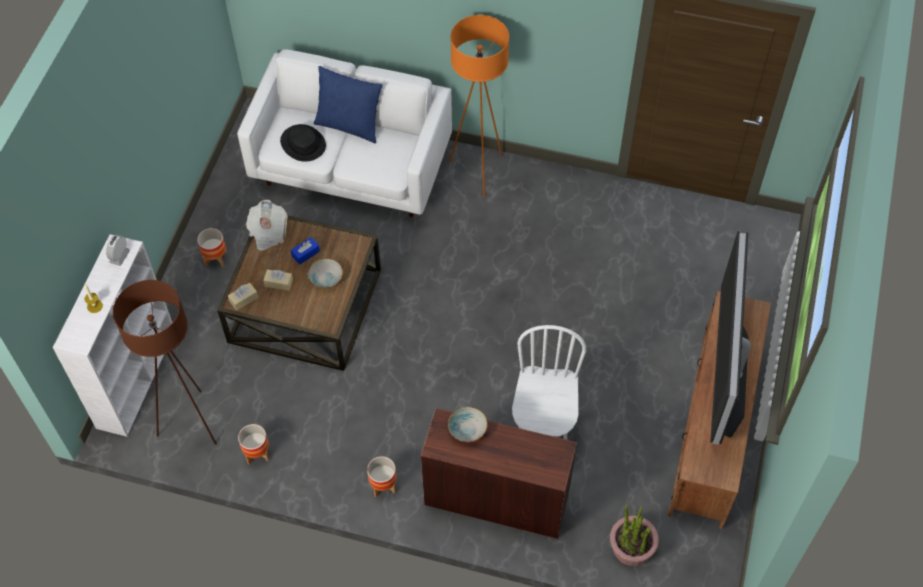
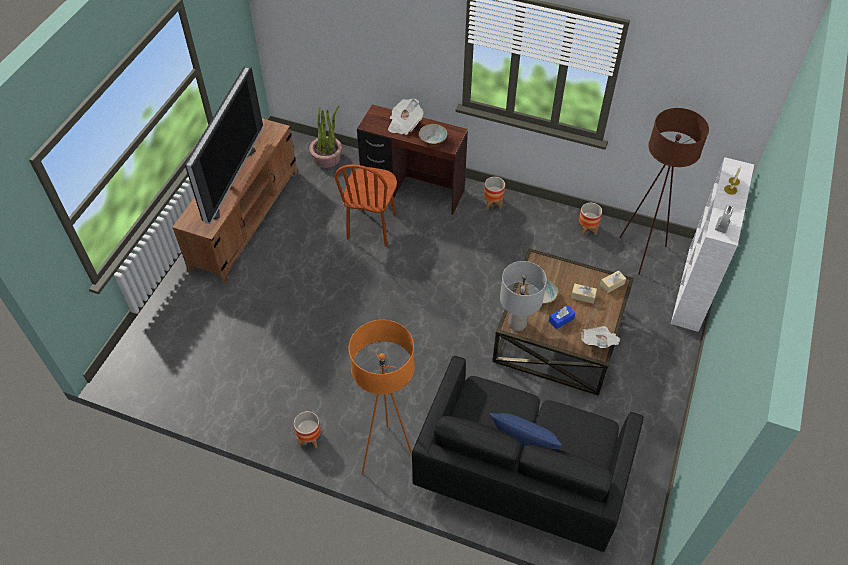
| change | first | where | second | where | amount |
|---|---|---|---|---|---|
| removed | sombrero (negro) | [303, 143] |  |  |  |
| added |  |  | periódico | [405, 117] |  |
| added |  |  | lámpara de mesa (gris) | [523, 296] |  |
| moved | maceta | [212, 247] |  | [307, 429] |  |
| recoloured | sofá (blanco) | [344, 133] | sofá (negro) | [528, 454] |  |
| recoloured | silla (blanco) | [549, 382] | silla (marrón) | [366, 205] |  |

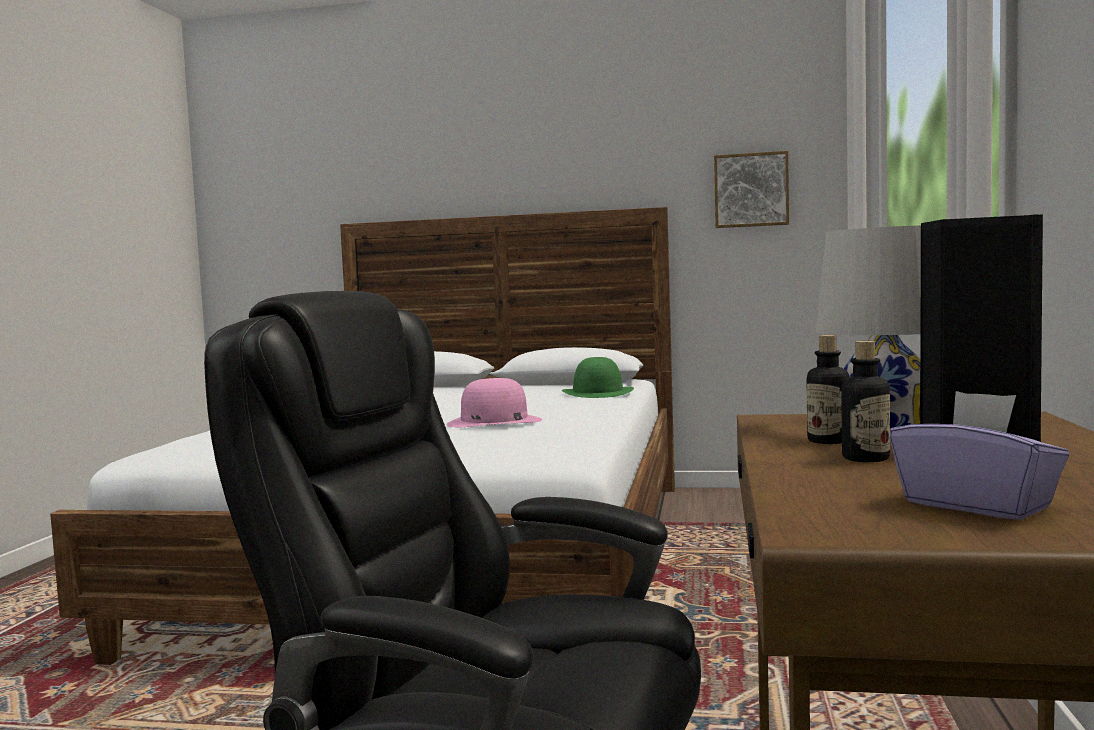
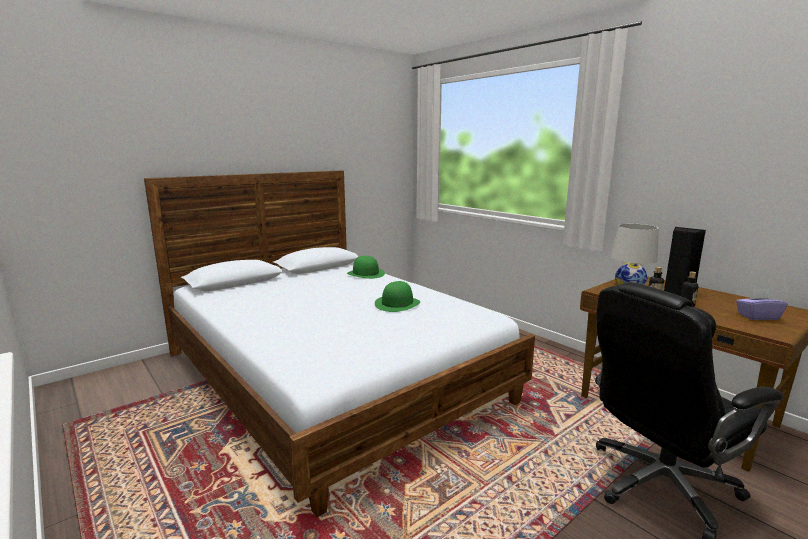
| change | first | where | second | where | amount |
|---|---|---|---|---|---|
| removed | cuadro | [751, 189] |  |  |  |
| recoloured | sombrero (rosa) | [494, 402] | sombrero (verde) | [397, 296] |  |

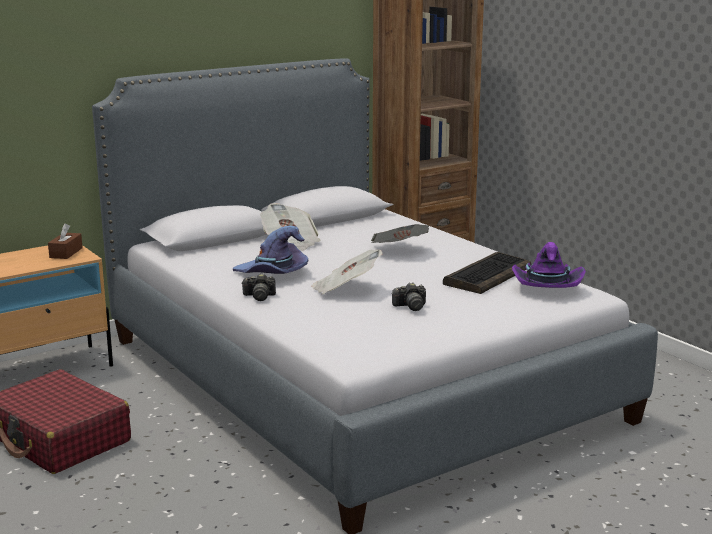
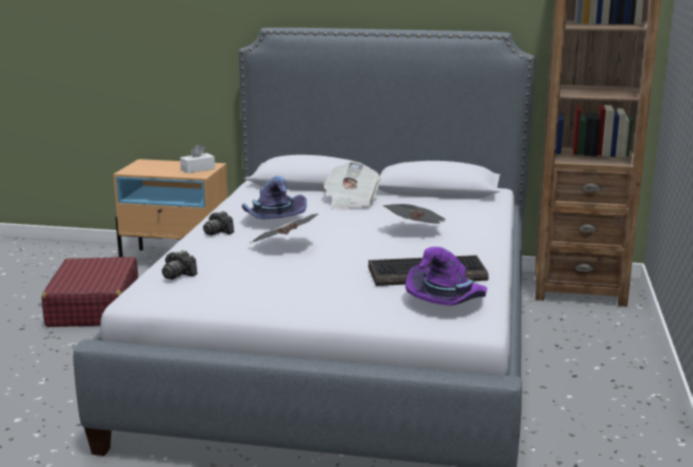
| change | first | where | second | where | amount |
|---|---|---|---|---|---|
| moved | cámara | [409, 296] |  | [180, 265] |  |
| recoloured | caja de pañuelos (marrón) | [65, 241] | caja de pañuelos (blanco) | [197, 158] |  |

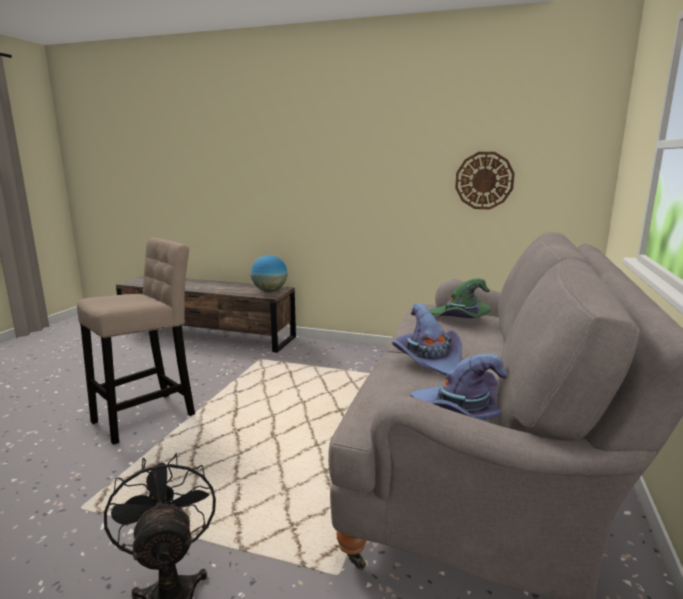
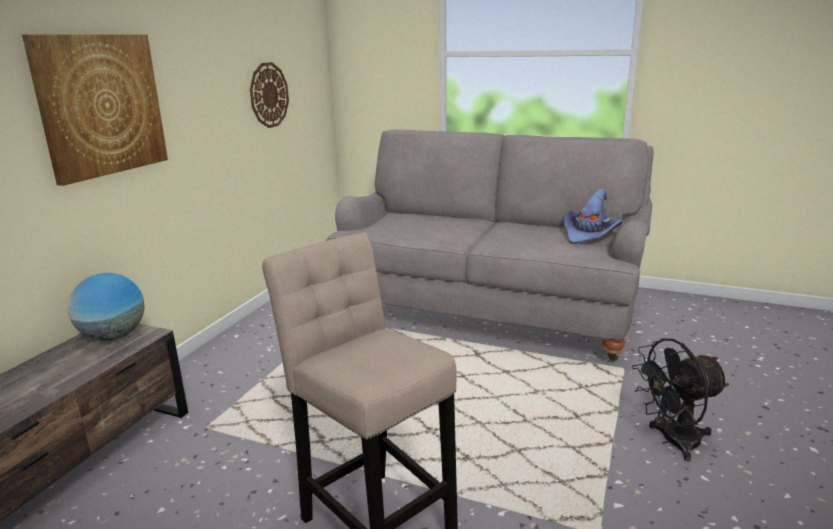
| change | first | where | second | where | amount |
|---|---|---|---|---|---|
| removed | sombrero (morado) | [427, 339] |  |  |  |
| removed | sombrero (verde) | [459, 298] |  |  |  |
| added |  |  | cuadro | [95, 110] |  |

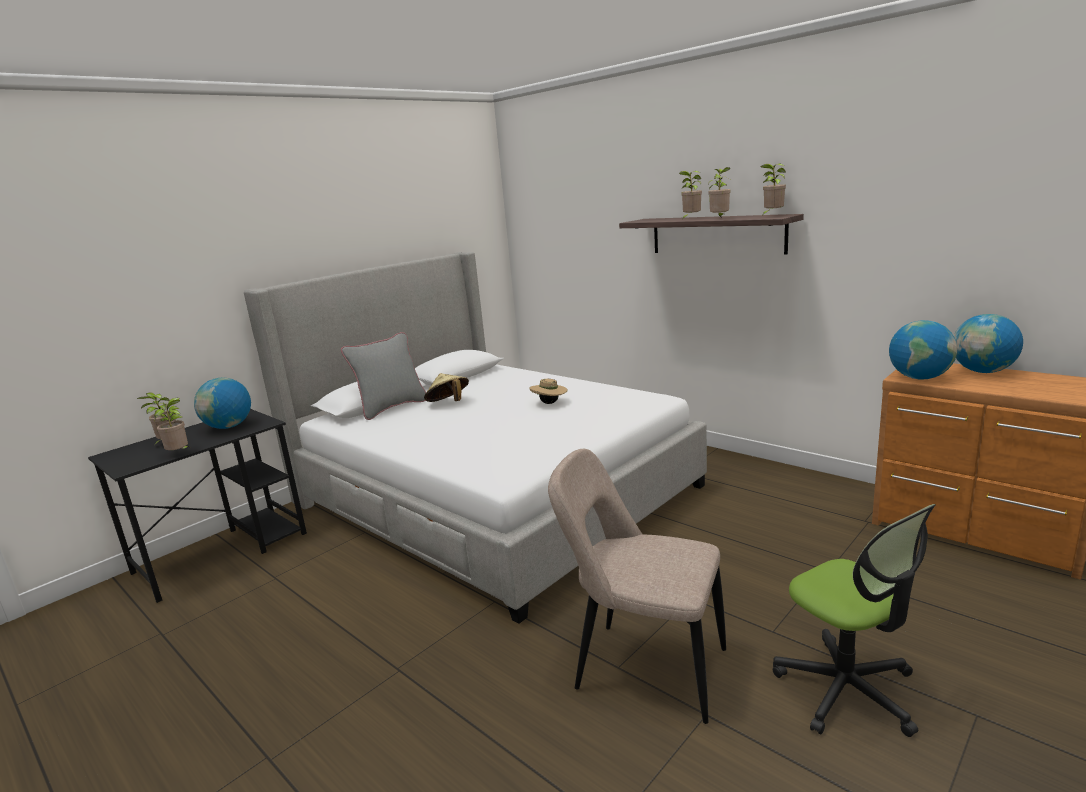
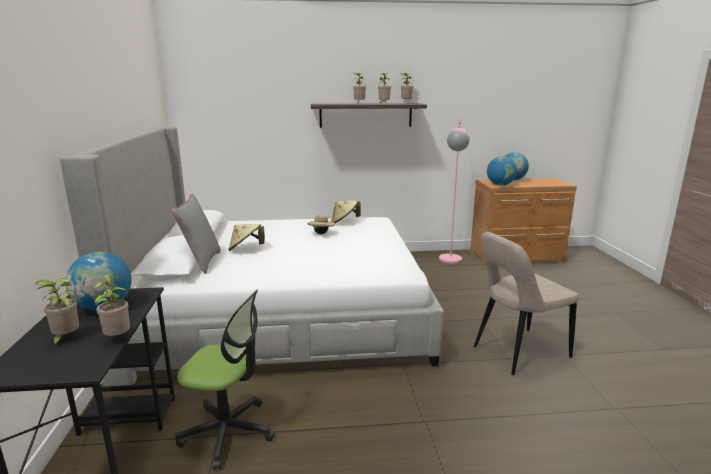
| change | first | where | second | where | amount |
|---|---|---|---|---|---|
| added |  |  | sombrero (beis) | [346, 211] |  |
| added |  |  | lámpara de pie (rosa) | [454, 191] |  |
| moved | silla de oficina | [854, 620] |  | [225, 379] |  |

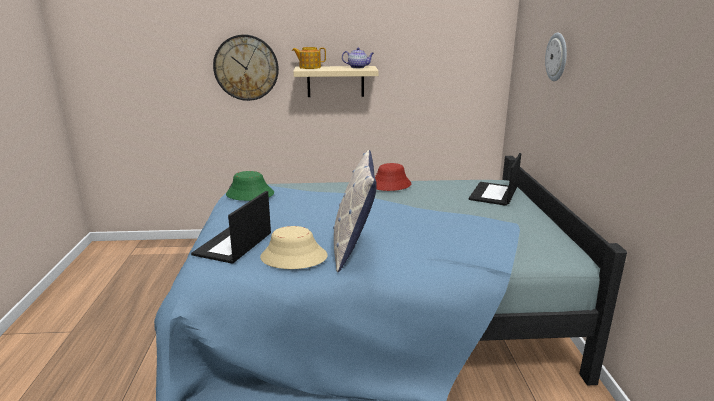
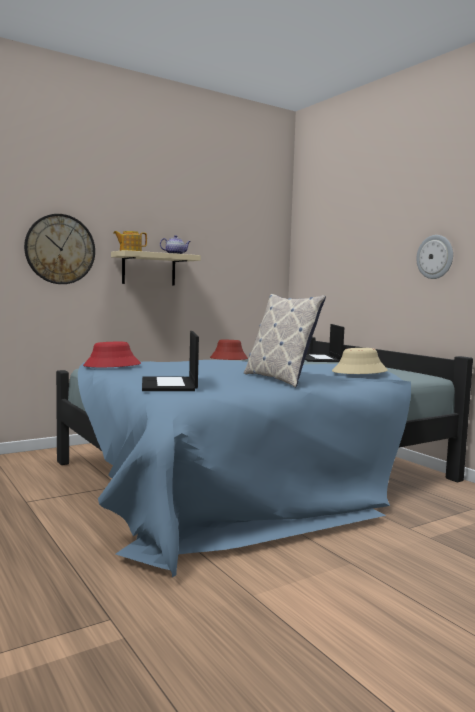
| change | first | where | second | where | amount |
|---|---|---|---|---|---|
| moved | sombrero (beis) | [294, 247] |  | [360, 361] |  |
| moved | reloj de pared | [556, 56] |  | [434, 257] |  |
| recoloured | sombrero (verde) | [250, 186] | sombrero (rojo) | [112, 354] |  |

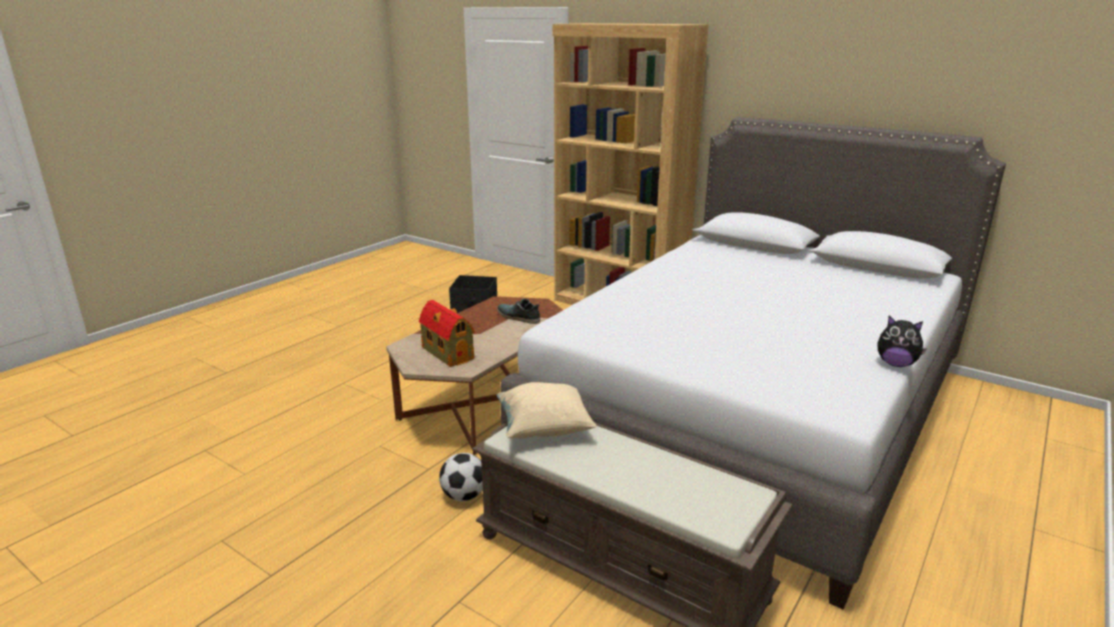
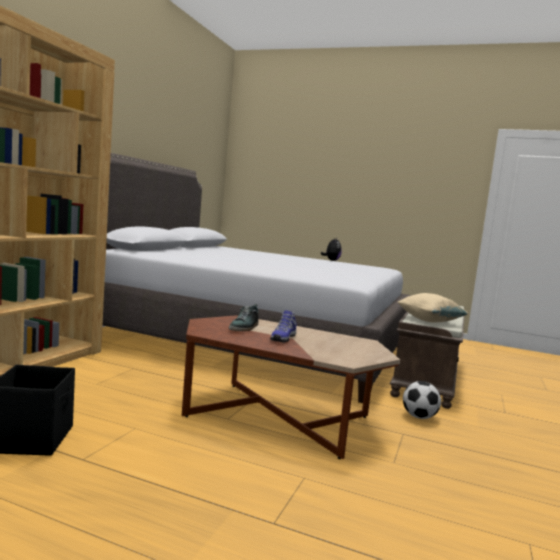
| change | first | where | second | where | amount |
|---|---|---|---|---|---|
| removed | casita | [447, 333] |  |  |  |
| added |  |  | zapato | [283, 326] |  |

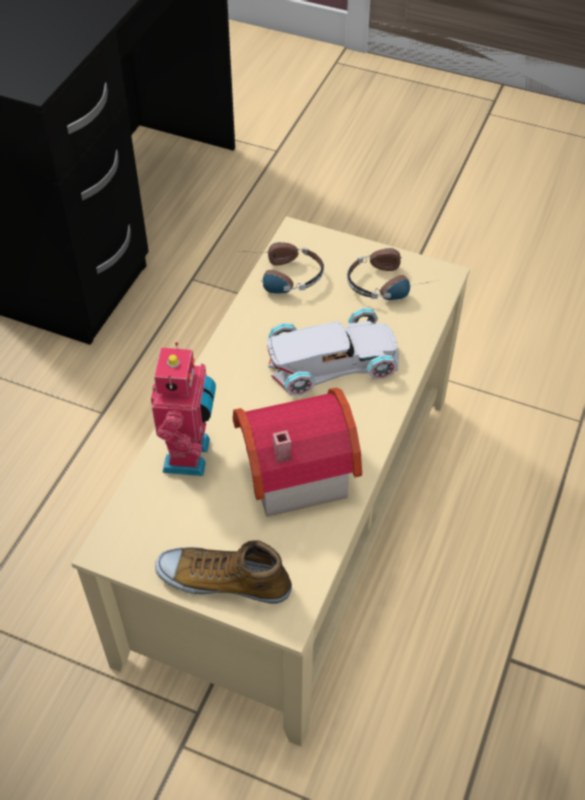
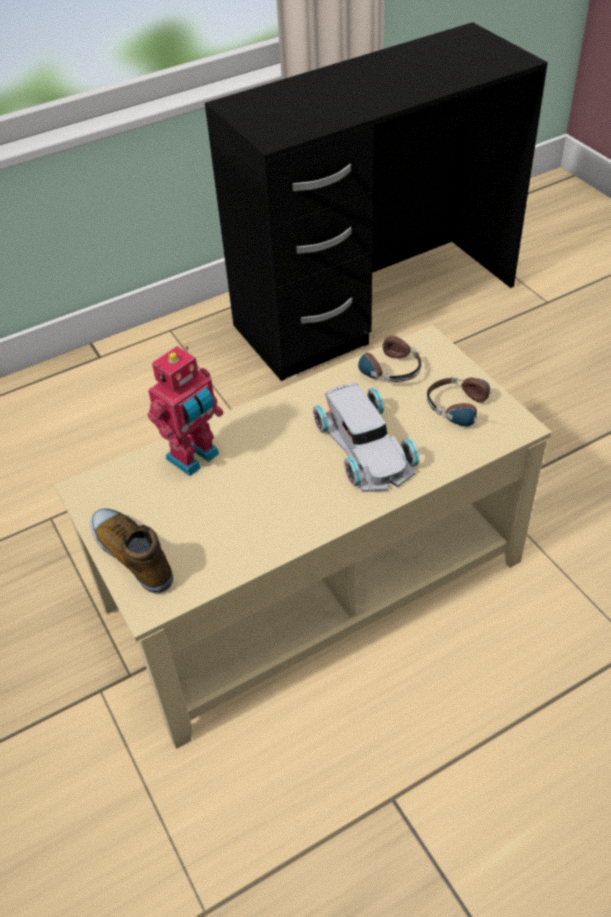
| change | first | where | second | where | amount |
|---|---|---|---|---|---|
| removed | casita | [297, 452] |  |  |  |
| turned | coche de juguete (blanco) | [333, 352] |  | [366, 437] | 45 degrees clockwise |

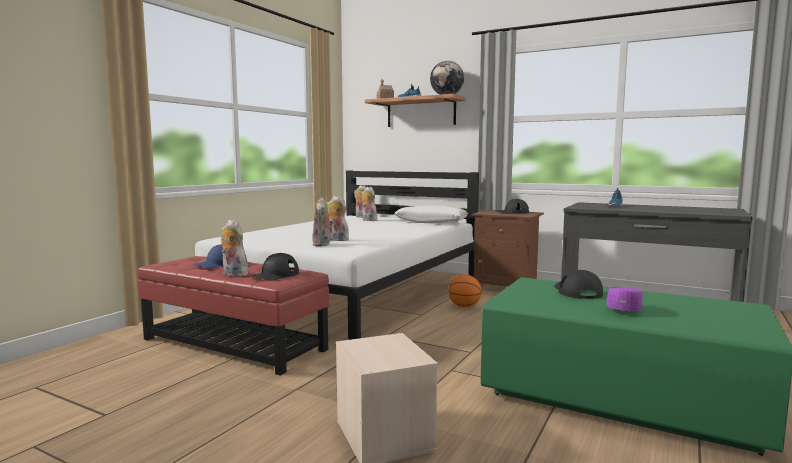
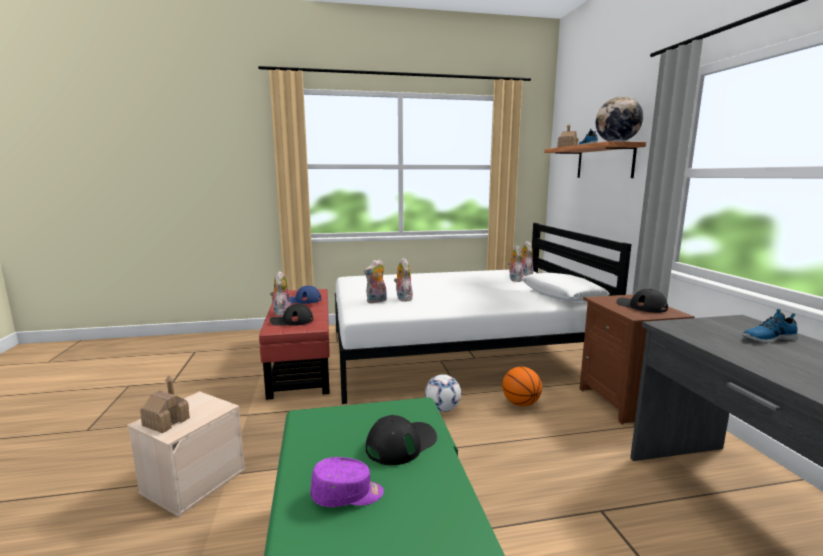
| change | first | where | second | where | amount |
|---|---|---|---|---|---|
| added |  |  | casita | [165, 404] |  |
| added |  |  | balón de fútbol | [443, 393] |  |

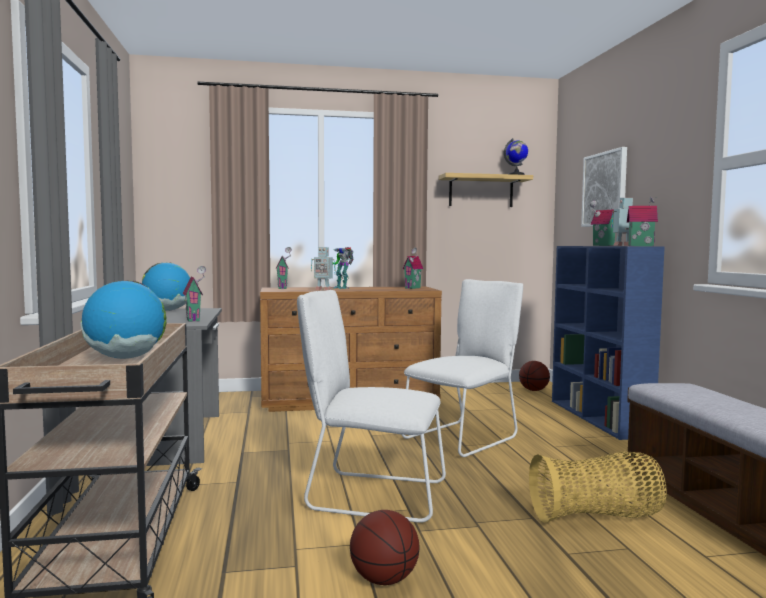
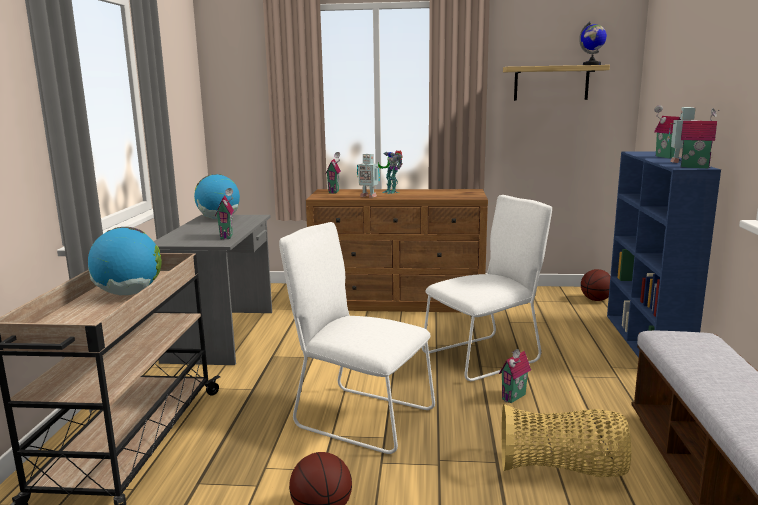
| change | first | where | second | where | amount |
|---|---|---|---|---|---|
| removed | cuadro | [604, 187] |  |  |  |
| moved | casita | [413, 268] |  | [515, 376] |  |

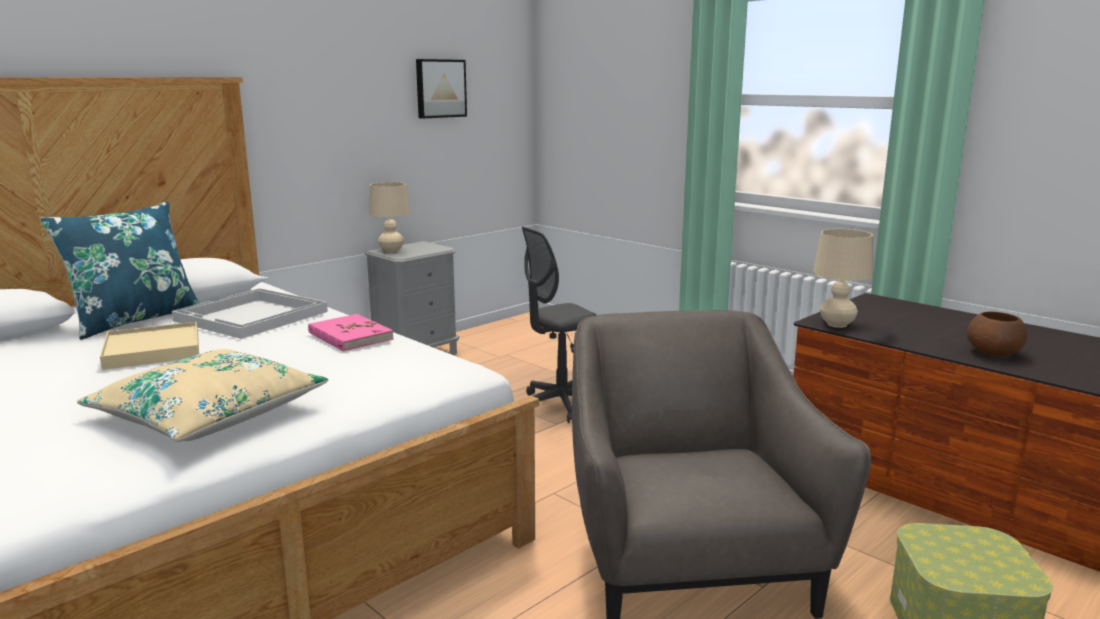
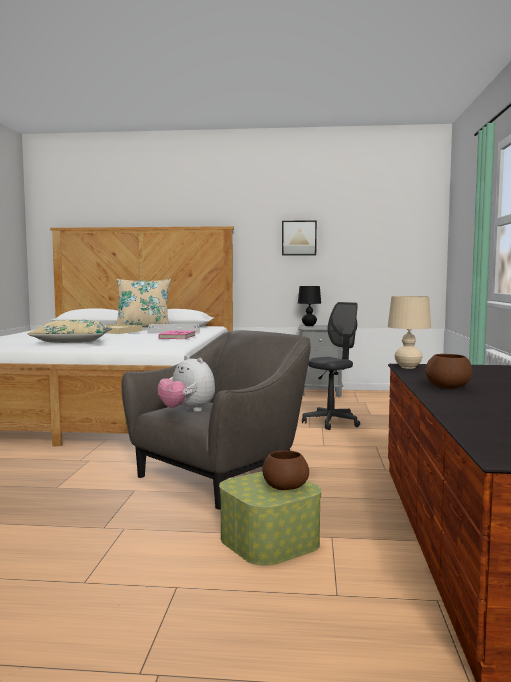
| change | first | where | second | where | amount |
|---|---|---|---|---|---|
| added |  |  | peluche | [186, 384] |  |
| added |  |  | cuenco (marrón) | [285, 470] |  |
| moved | cuadro | [441, 89] |  | [299, 238] |  |
| recoloured | cojín (azul) | [120, 271] | cojín (beis) | [143, 303] |  |
| recoloured | lámpara de mesa (beis) | [389, 217] | lámpara de mesa (negro) | [309, 306] |  |
| turned | silla de oficina (gris) | [559, 325] |  | [331, 366] | 120 degrees clockwise |

